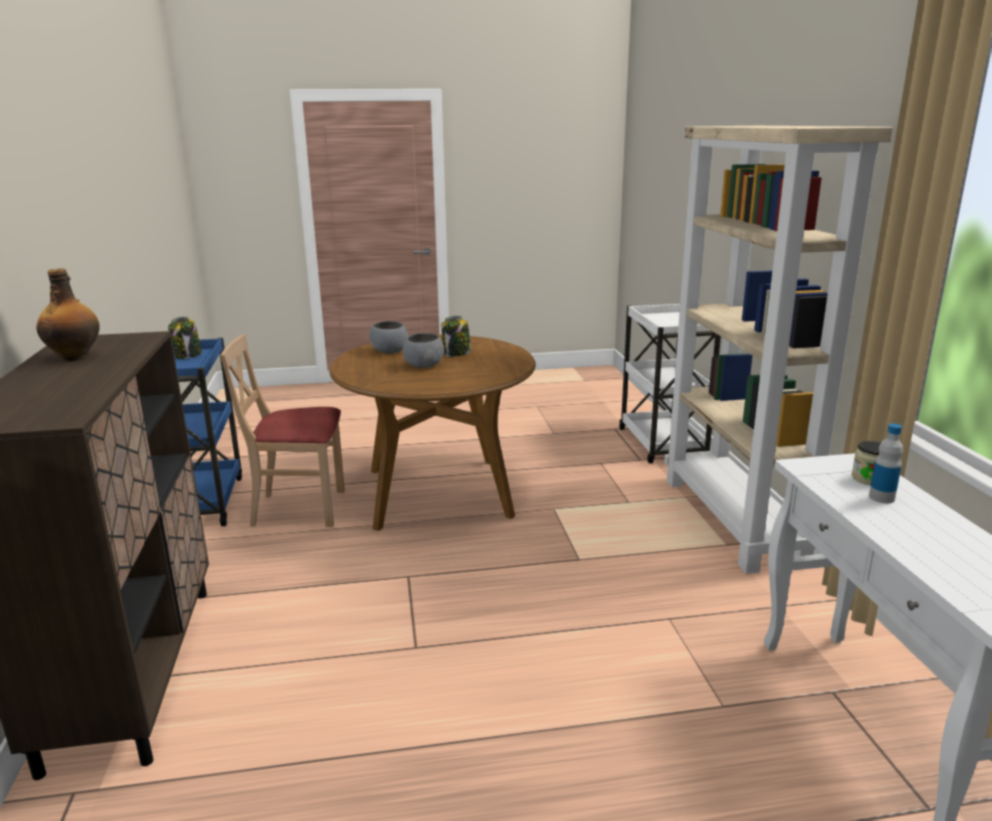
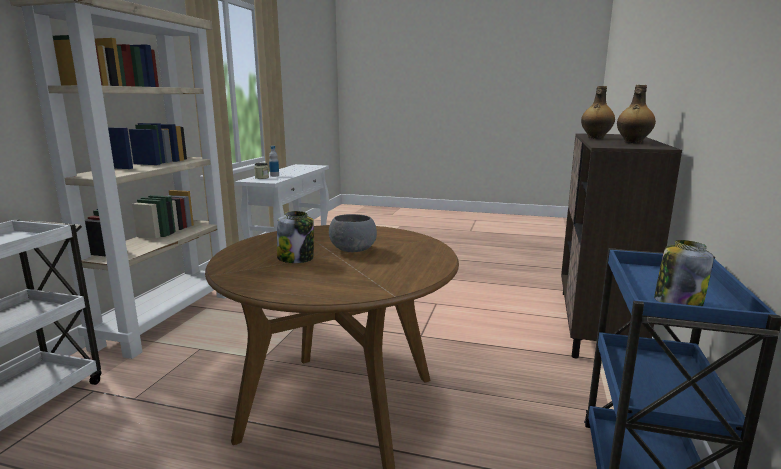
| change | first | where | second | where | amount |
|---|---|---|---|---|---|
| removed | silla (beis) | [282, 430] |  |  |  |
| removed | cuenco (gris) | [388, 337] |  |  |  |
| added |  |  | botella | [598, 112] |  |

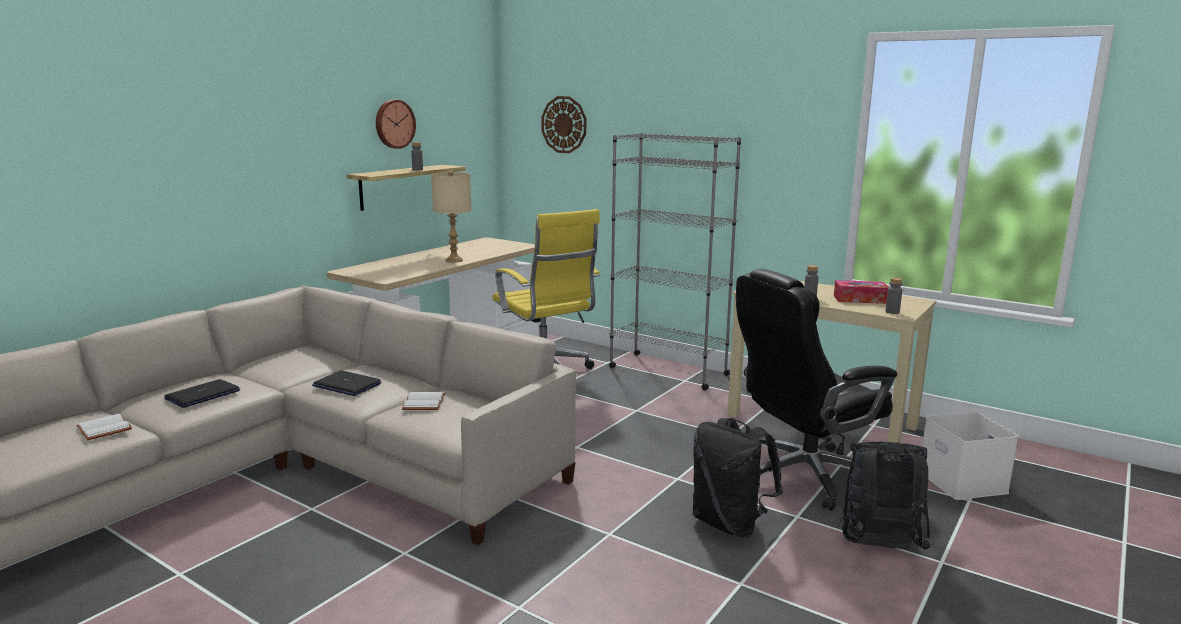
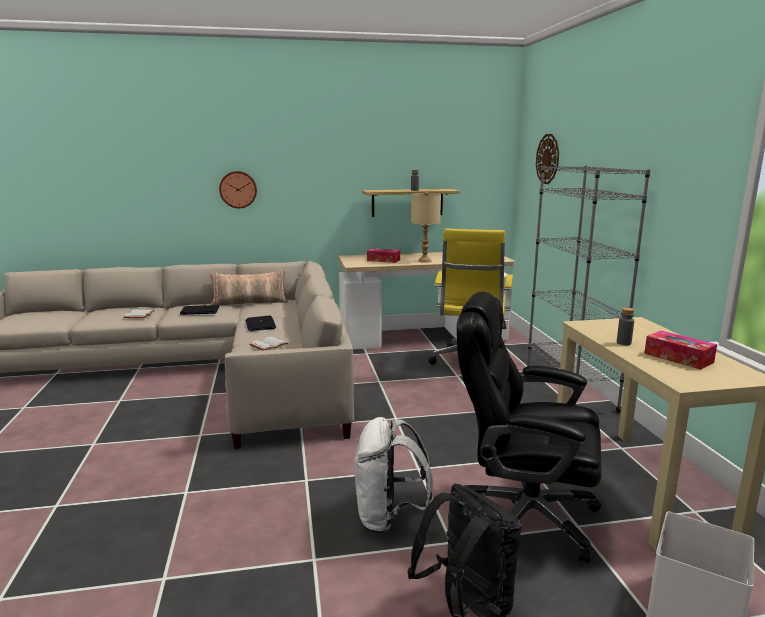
| change | first | where | second | where | amount |
|---|---|---|---|---|---|
| removed | botella (gris) | [893, 296] |  |  |  |
| added |  |  | cojín | [249, 287] |  |
| added |  |  | caja de pañuelos | [383, 255] |  |
| moved | reloj de pared | [396, 124] |  | [238, 189] |  |
| recoloured | mochila (negro) | [737, 478] | mochila (blanco) | [393, 475] |  |

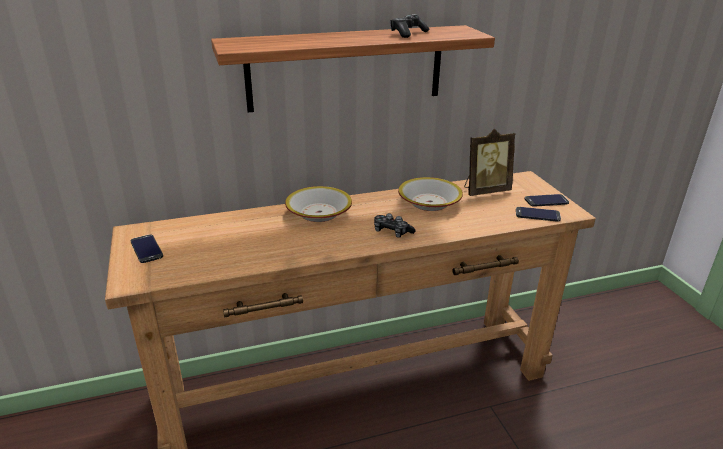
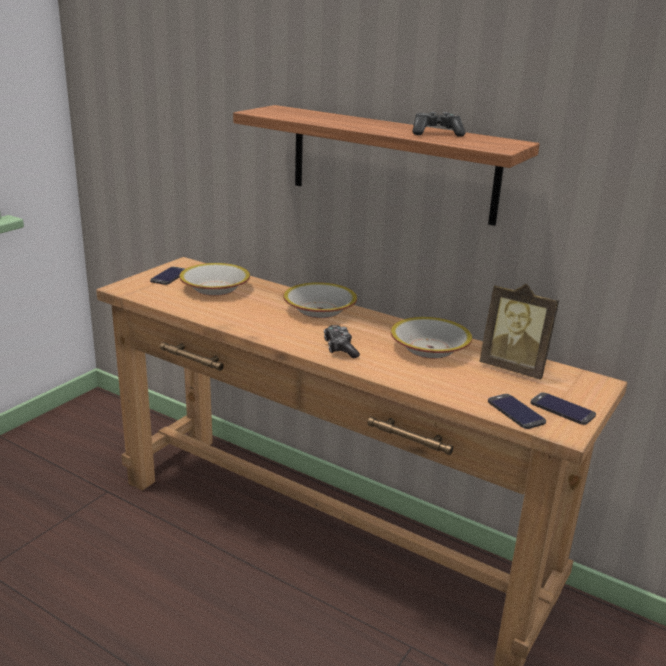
| change | first | where | second | where | amount |
|---|---|---|---|---|---|
| added |  |  | cuenco | [214, 279] |  |

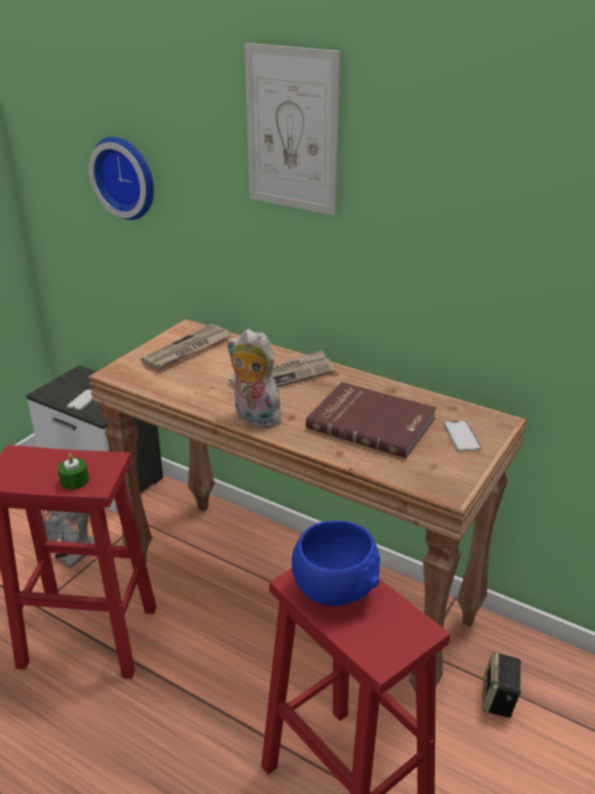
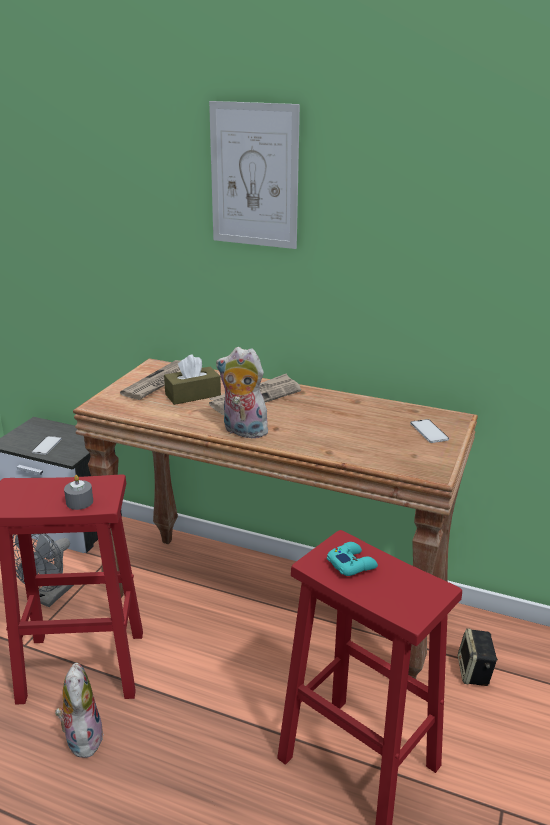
| change | first | where | second | where | amount |
|---|---|---|---|---|---|
| removed | reloj de pared | [121, 178] |  |  |  |
| removed | libro (rojo) | [371, 420] |  |  |  |
| added |  |  | peluche | [79, 710] |  |
| added |  |  | caja de pañuelos (marrón) | [192, 379] |  |
| replaced | cuenco (azul) | [336, 563] | mando de consola (turquesa) | [352, 559] |  |
| recoloured | vela (verde) | [73, 472] | vela (gris) | [78, 492] |  |

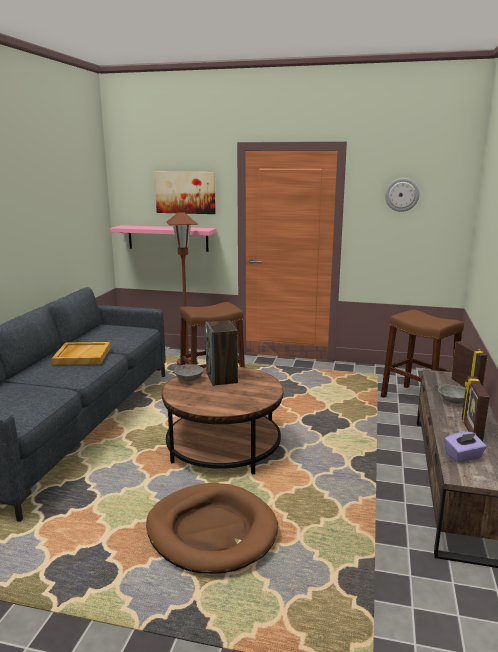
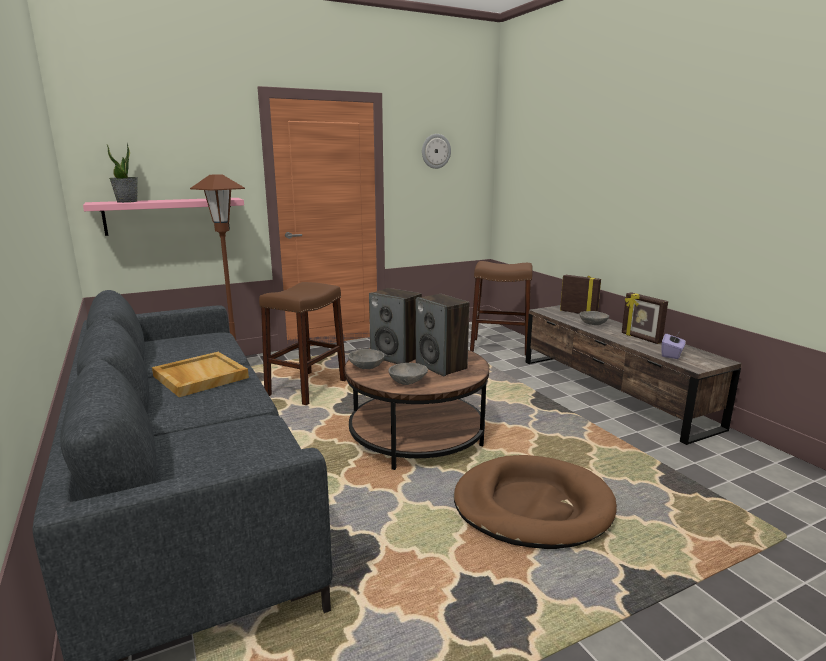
| change | first | where | second | where | amount |
|---|---|---|---|---|---|
| removed | cuadro | [185, 193] |  |  |  |
| added |  |  | planta en maceta | [122, 172] |  |
| added |  |  | cuenco (gris) | [408, 374] |  |
| added |  |  | altavoz | [443, 335] |  |

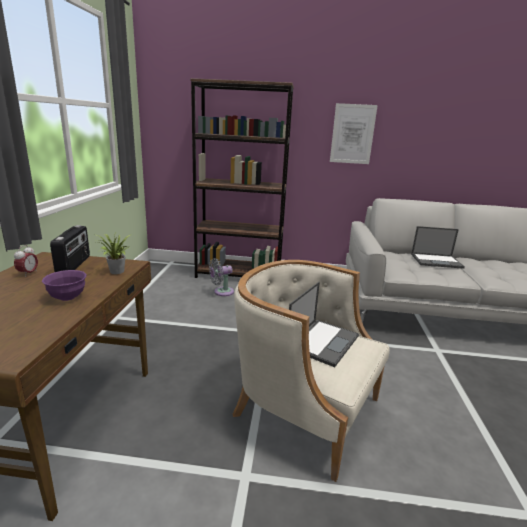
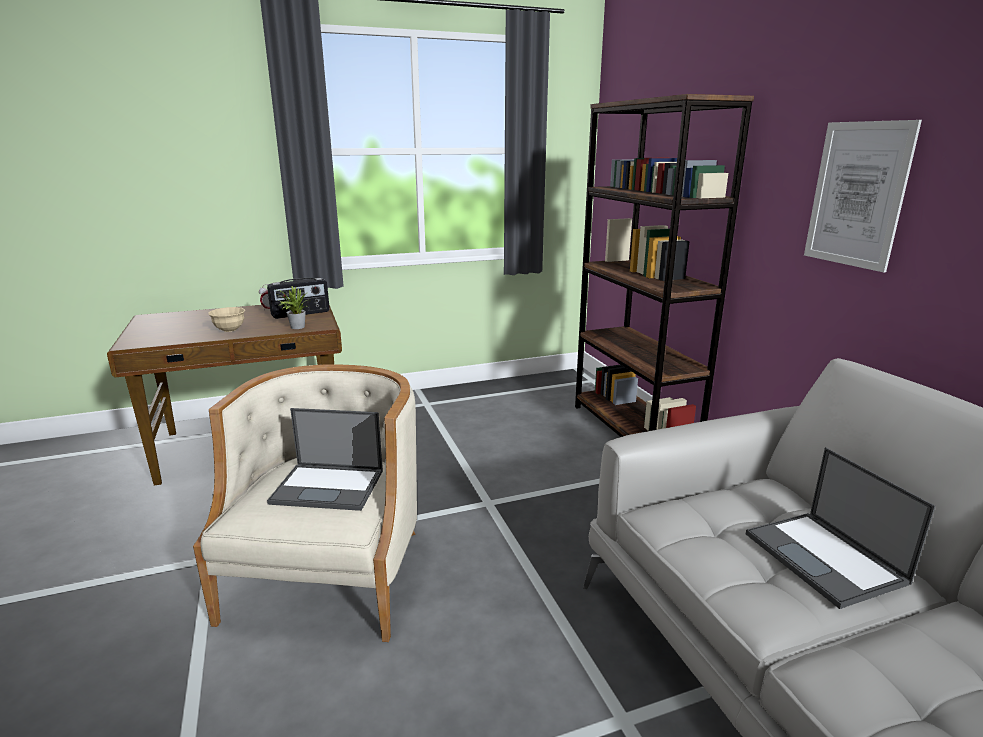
| change | first | where | second | where | amount |
|---|---|---|---|---|---|
| removed | ventilador (gris) | [221, 277] |  |  |  |
| recoloured | cuenco (morado) | [64, 285] | cuenco (beis) | [226, 319] |  |

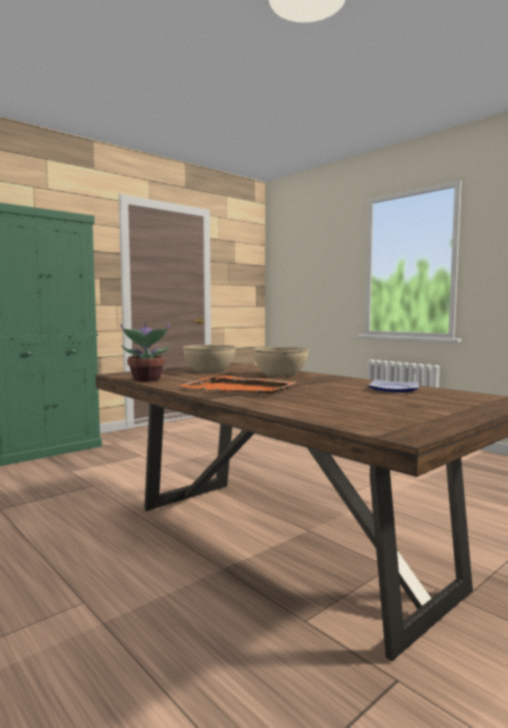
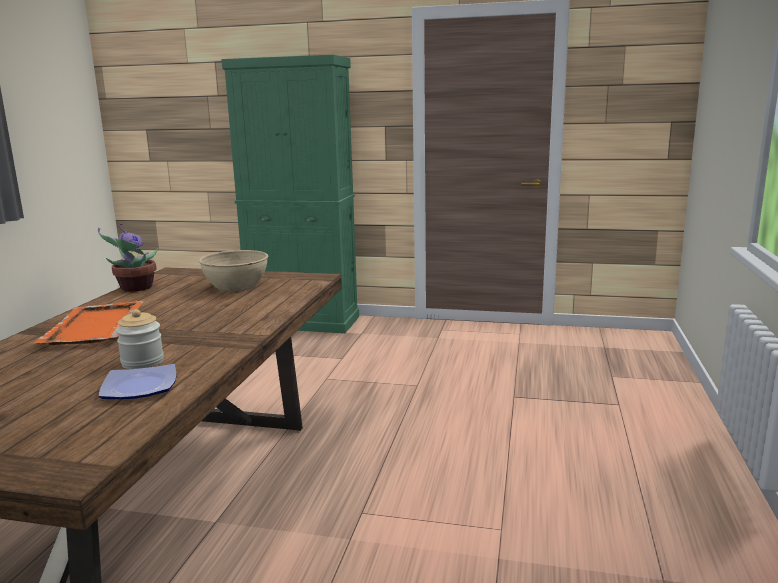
| change | first | where | second | where | amount |
|---|---|---|---|---|---|
| removed | cuenco (beis) | [280, 362] |  |  |  |
| added |  |  | tarro | [140, 339] |  |

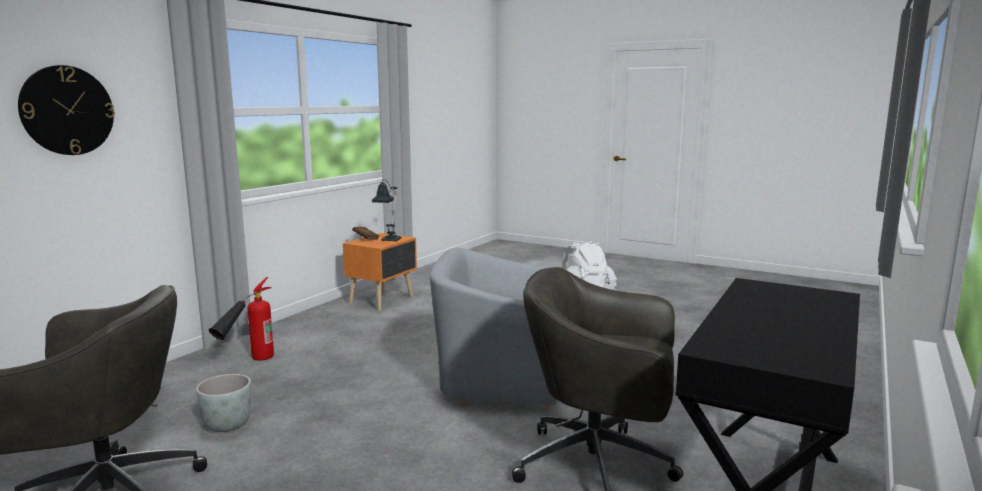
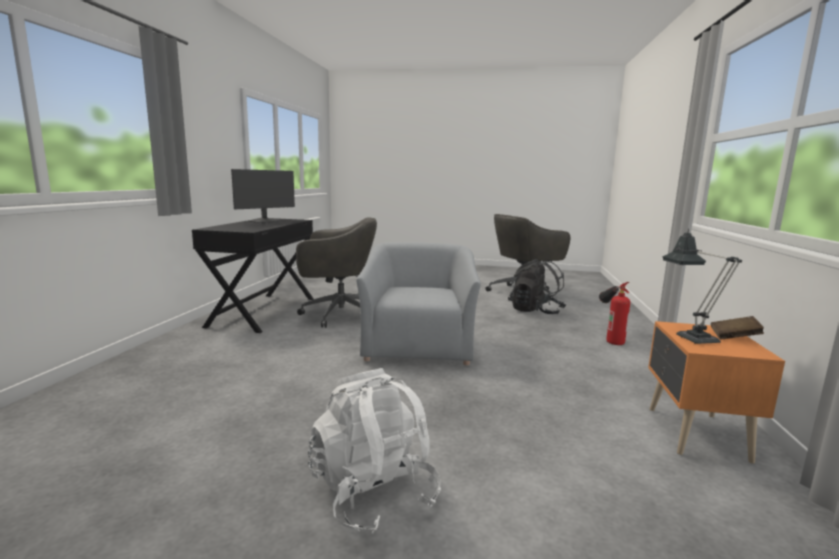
| change | first | where | second | where | amount |
|---|---|---|---|---|---|
| removed | reloj de pared | [66, 110] |  |  |  |
| added |  |  | monitor | [263, 196] |  |
| replaced | maceta (gris) | [223, 403] | mochila (negro) | [538, 286] |  |
| turned | sillón (gris) | [493, 329] |  | [418, 303] | 75 degrees counterclockwise |

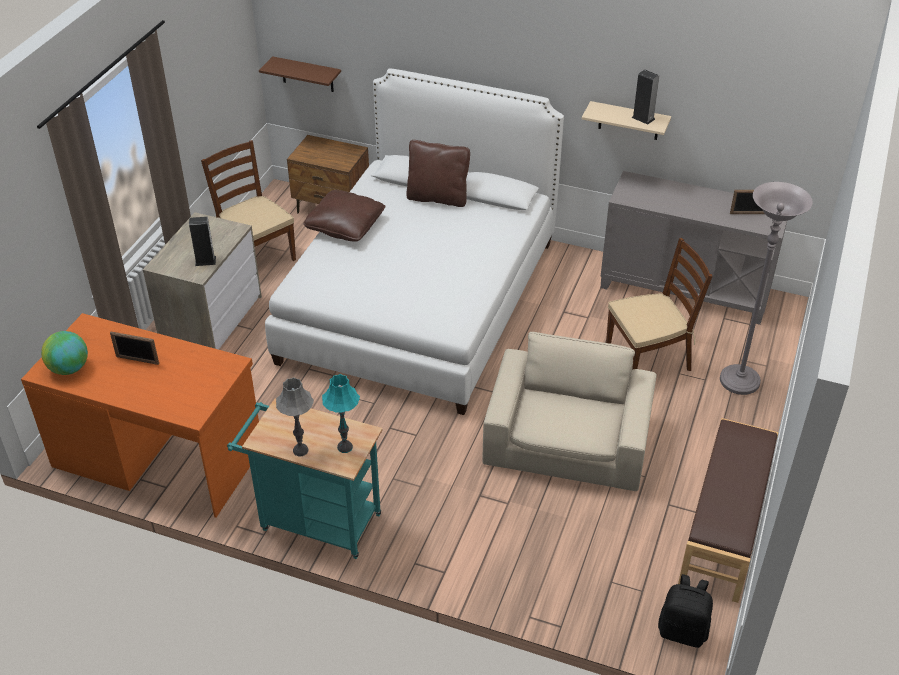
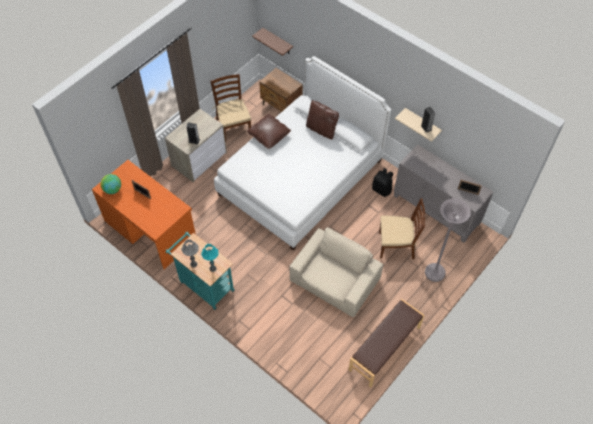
| change | first | where | second | where | amount |
|---|---|---|---|---|---|
| moved | mochila (negro) | [685, 611] |  | [382, 182] |  |

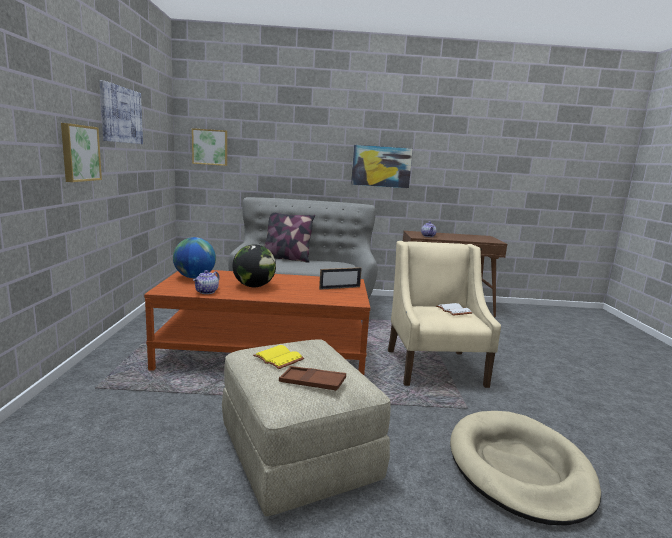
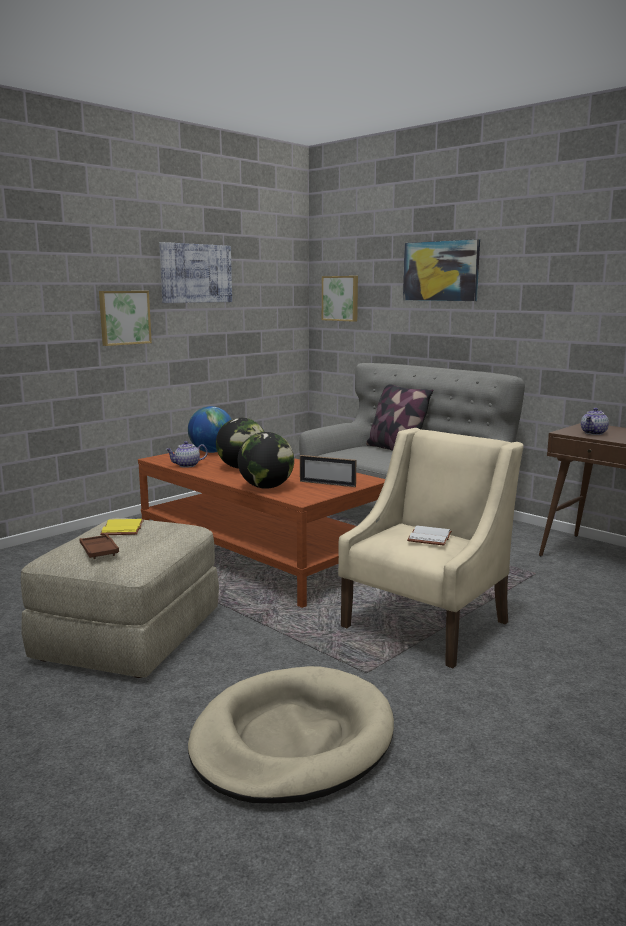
| change | first | where | second | where | amount |
|---|---|---|---|---|---|
| added |  |  | globo terráqueo | [266, 460] |  |
| moved | cuadro | [382, 166] |  | [441, 270] |  |

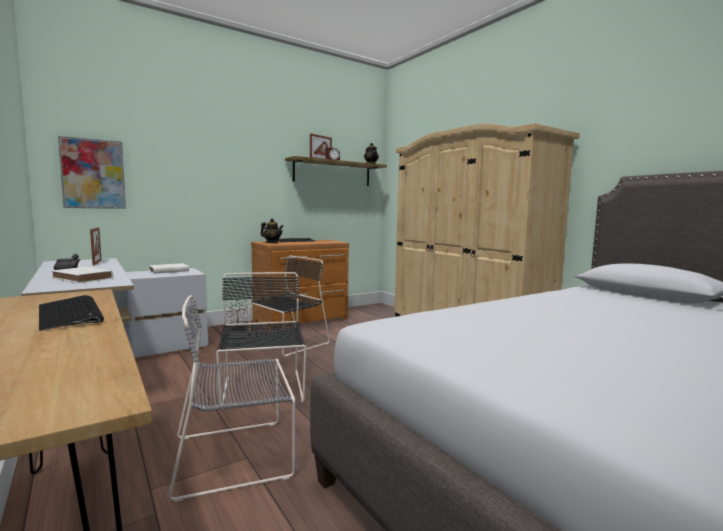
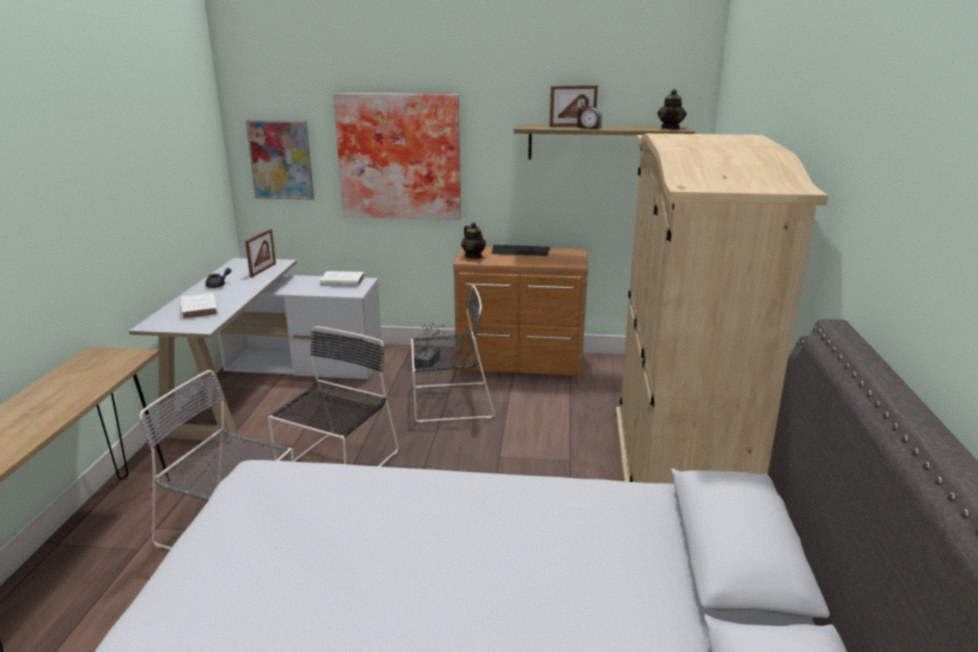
| change | first | where | second | where | amount |
|---|---|---|---|---|---|
| removed | teclado | [71, 313] |  |  |  |
| added |  |  | cuadro | [397, 156] |  |

